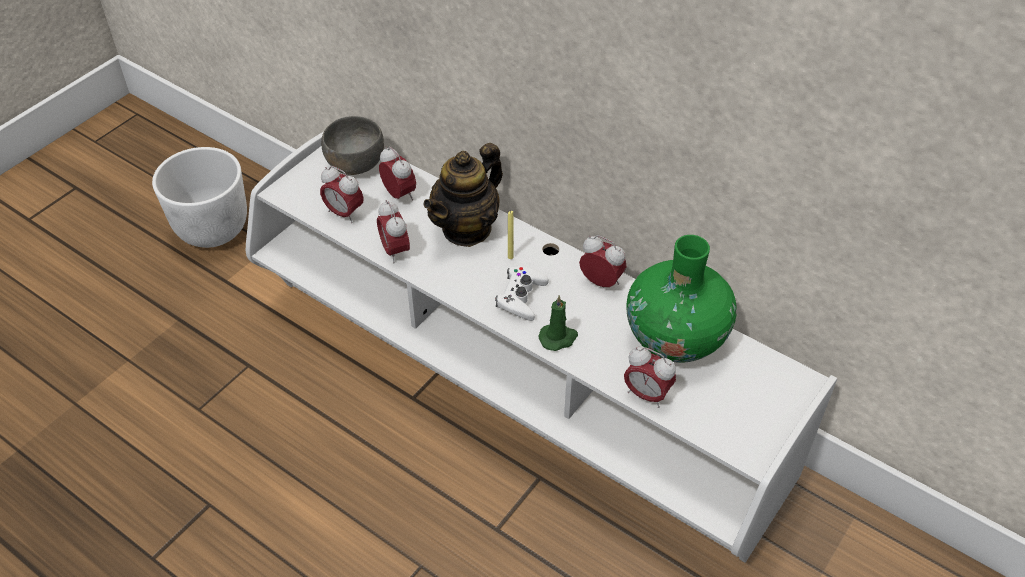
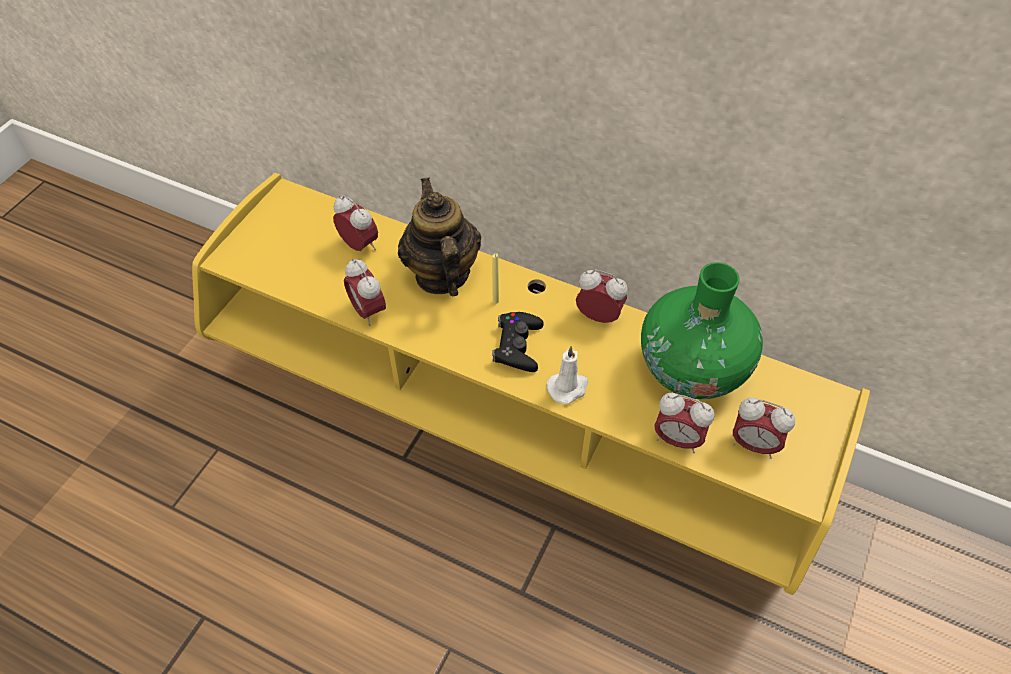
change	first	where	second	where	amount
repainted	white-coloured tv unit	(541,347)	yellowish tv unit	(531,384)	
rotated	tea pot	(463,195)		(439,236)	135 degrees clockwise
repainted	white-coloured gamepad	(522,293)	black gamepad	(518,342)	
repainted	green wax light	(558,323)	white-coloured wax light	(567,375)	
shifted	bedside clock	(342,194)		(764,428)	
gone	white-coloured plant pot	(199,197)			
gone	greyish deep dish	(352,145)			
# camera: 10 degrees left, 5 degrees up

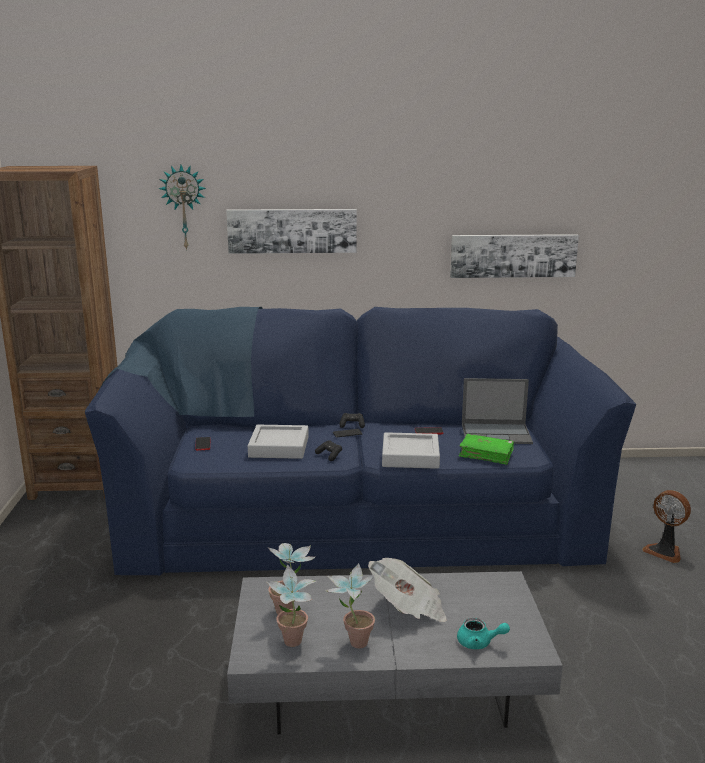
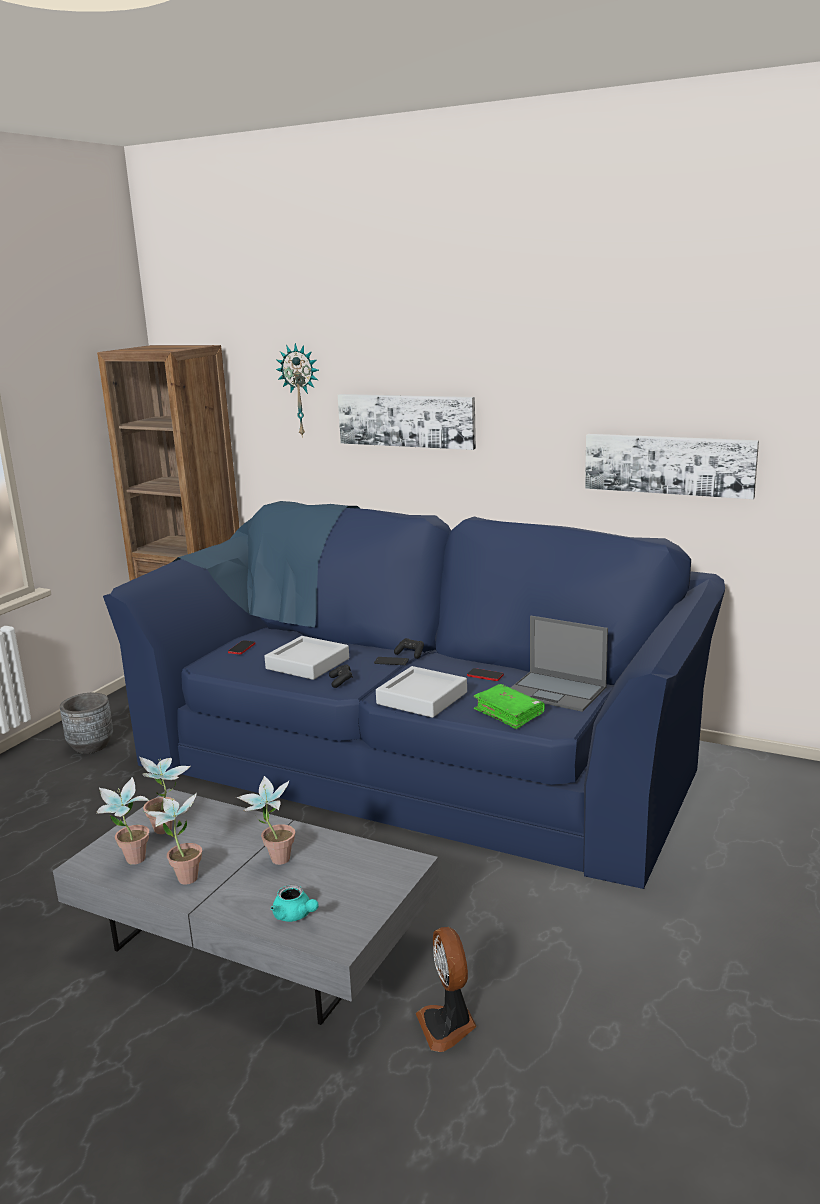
change	first	where	second	where	amount
new			greyish plant pot	(86,723)	
swapped	newspaper	(407,590)	potted plant	(265,820)	
shifted	fan	(666,526)		(446,989)	
# camera: 30 degrees right, 0 degrees up

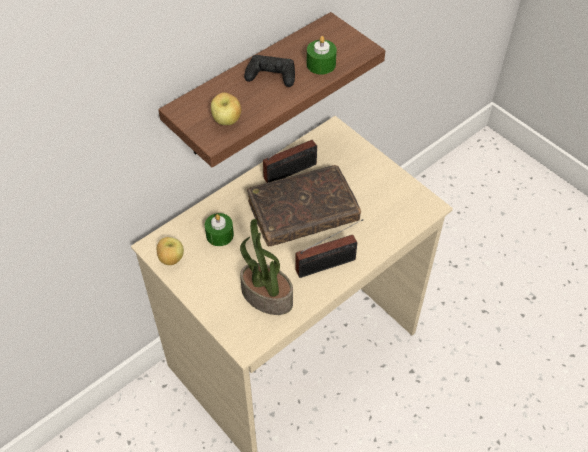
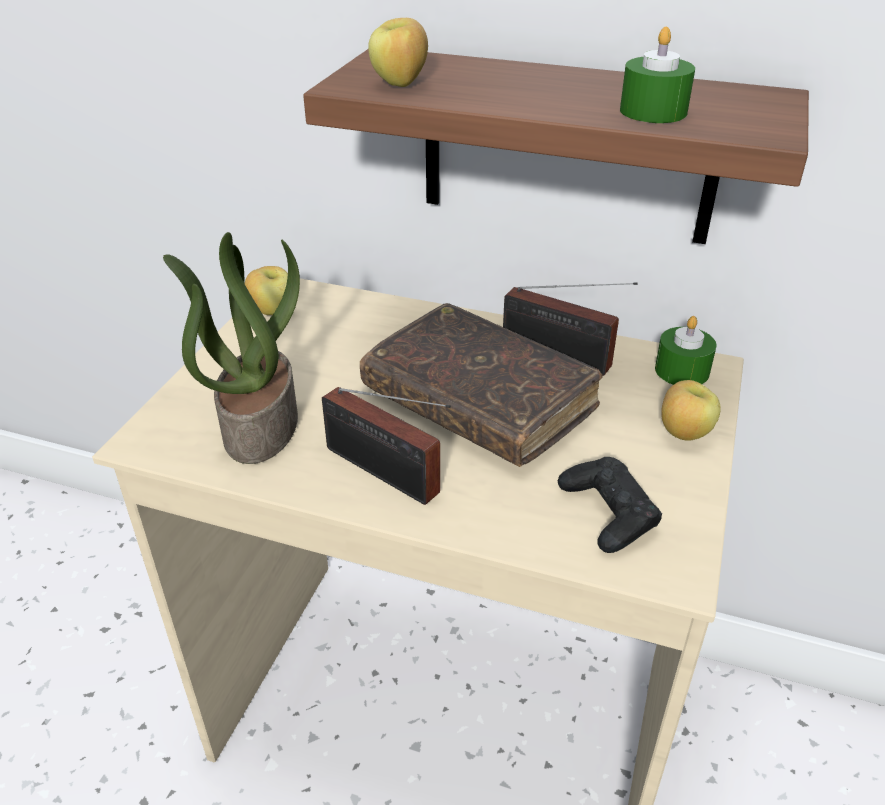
change	first	where	second	where	amount
shifted	black gamepad	(269,71)		(610,505)	
shifted	green wax light	(219,229)		(685,350)	
new			apple	(691,410)	
# camera: 60 degrees right, 15 degrees down

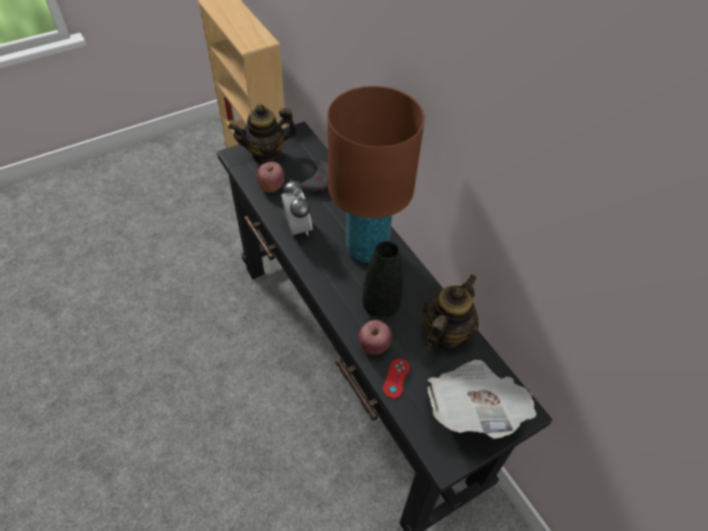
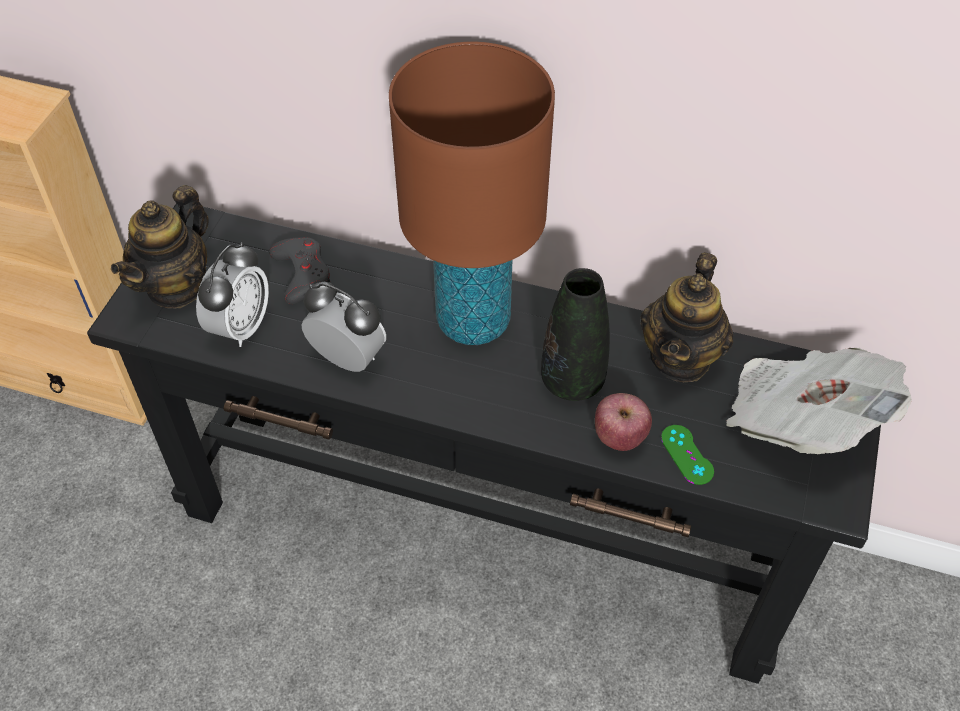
change	first	where	second	where	amount
swapped	apple	(270,177)	bedside clock	(232,294)	
rotated	tea pot	(451,313)		(686,317)	150 degrees counterclockwise
repainted	red-coloured gamepad	(396,378)	green gamepad	(687,455)	
# camera: 40 degrees left, 0 degrees up

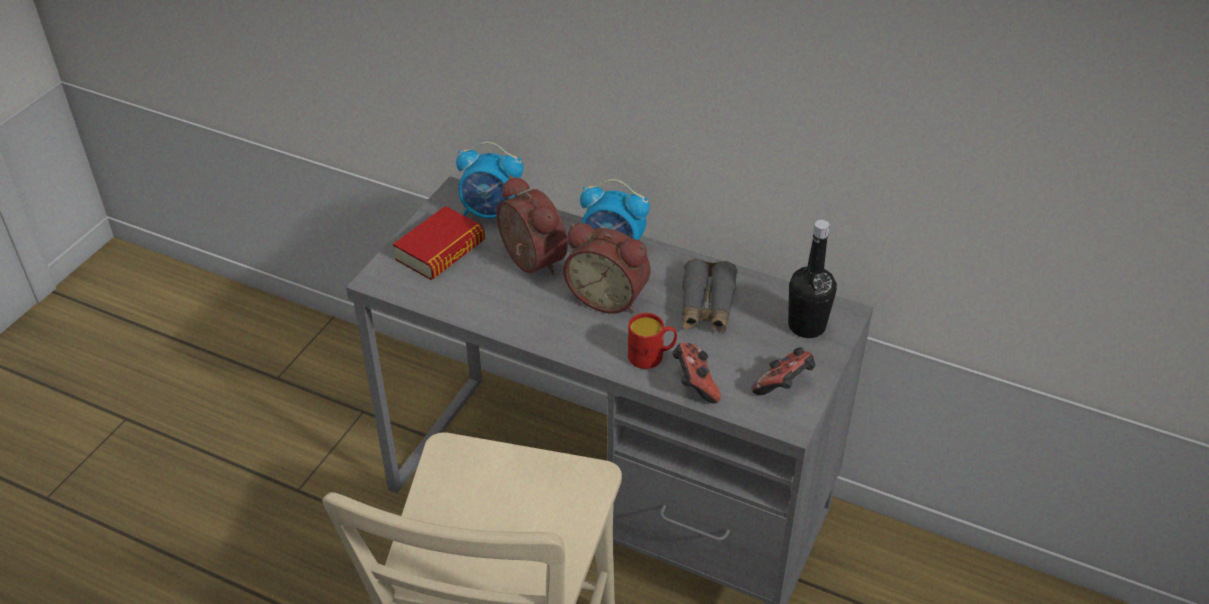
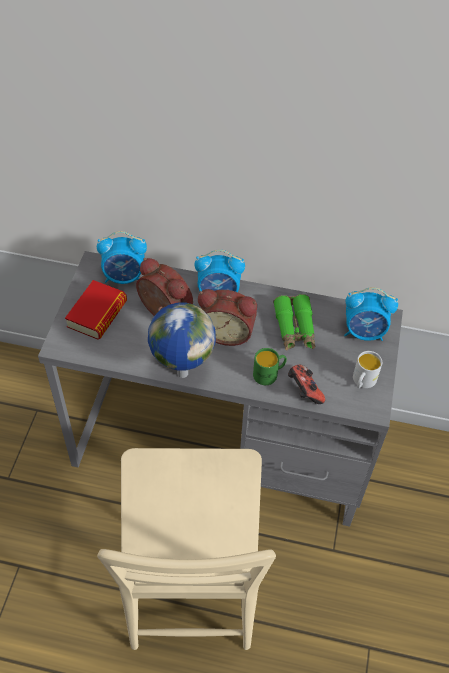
change	first	where	second	where	amount
new			world globe	(182,340)	
repainted	red-coloured coffee mug	(652,341)	green coffee mug	(270,366)	
repainted	greyish binoculars	(709,295)	green binoculars	(294,322)	
swapped	black bottle	(812,279)	bedside clock	(371,314)	
swapped	gamepad	(783,371)	white-coloured coffee mug	(367,369)	
# camera: 15 degrees left, 10 degrees up

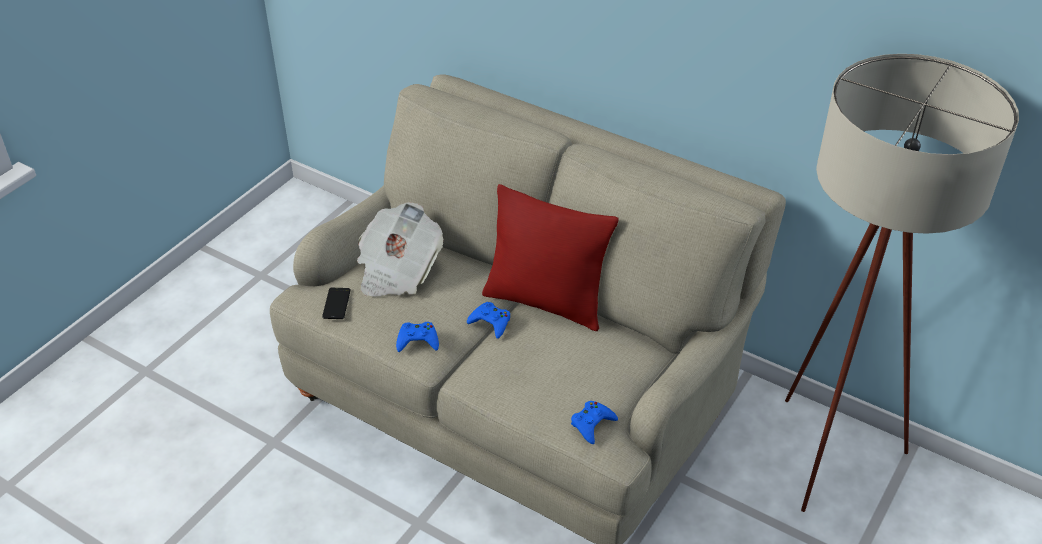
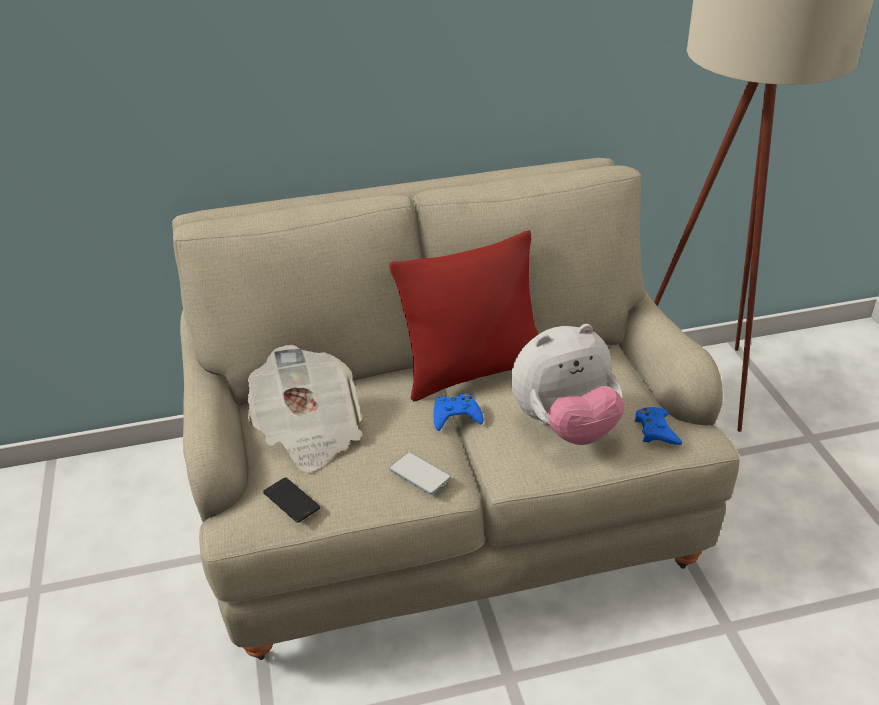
change	first	where	second	where	amount
swapped	bluish gamepad	(417,337)	handset	(420,473)	
new			soft toy	(567,384)	
# camera: 45 degrees left, 5 degrees down

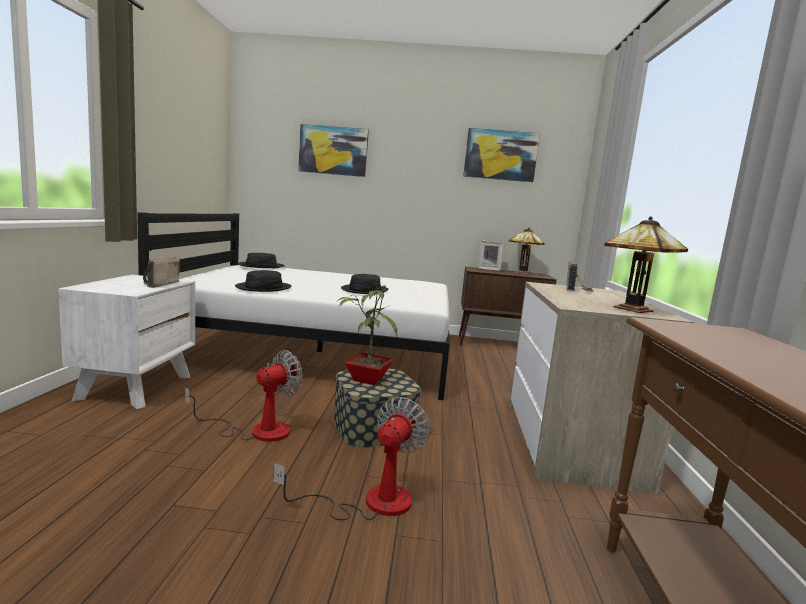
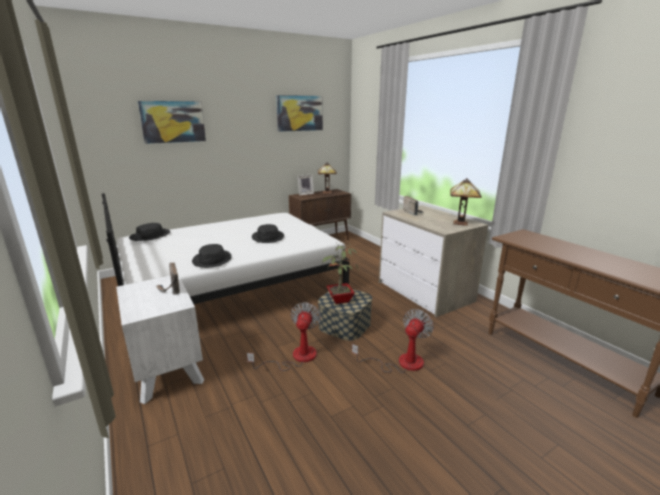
change	first	where	second	where	amount
rotated	fan	(351,458)		(393,341)	45 degrees clockwise
# camera: 35 degrees left, 10 degrees up

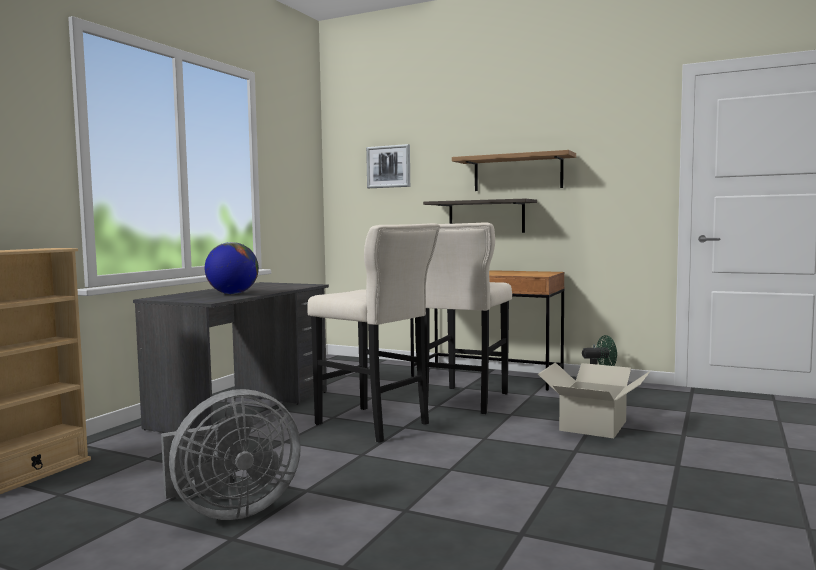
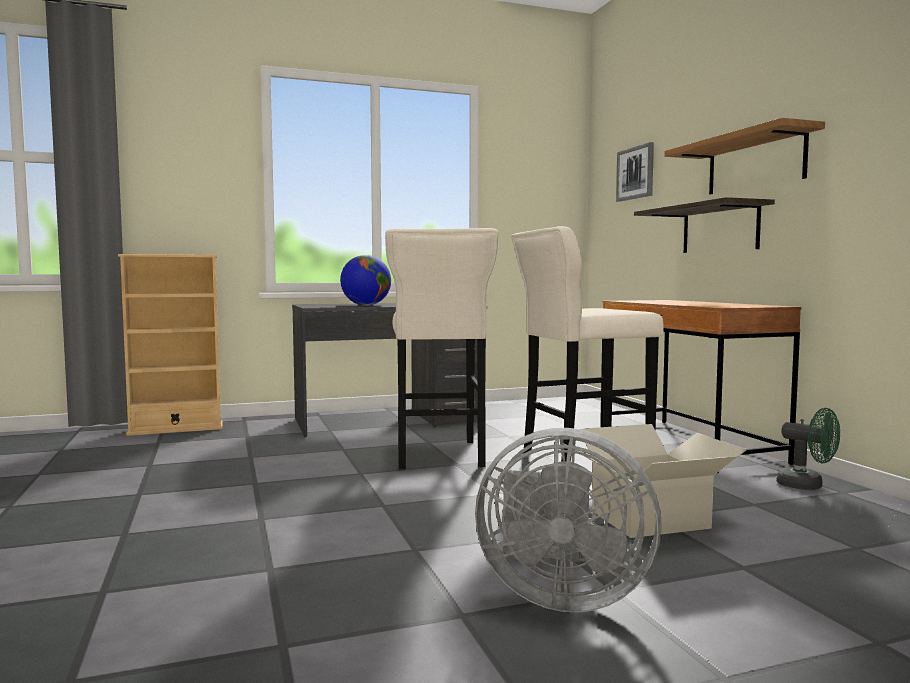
change	first	where	second	where	amount
shifted	greyish fan	(231,454)		(568,520)	
# camera: 45 degrees right, 0 degrees up

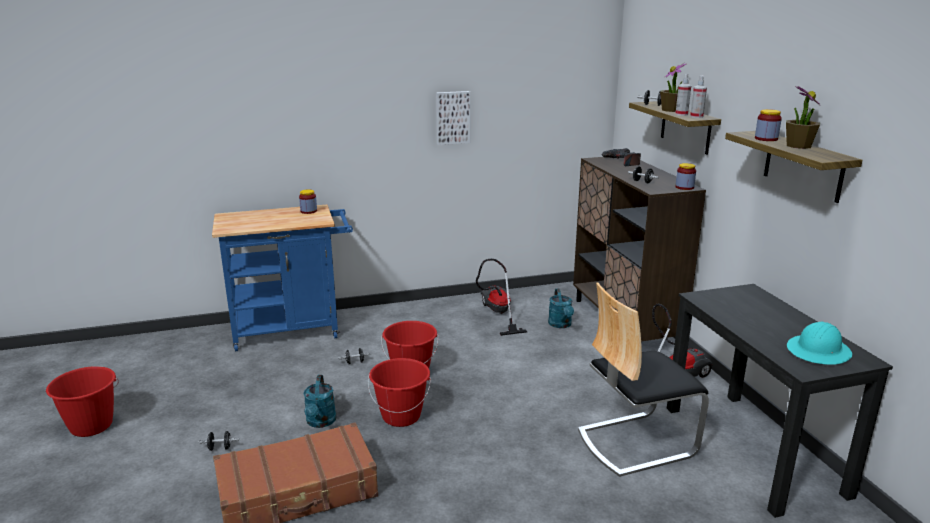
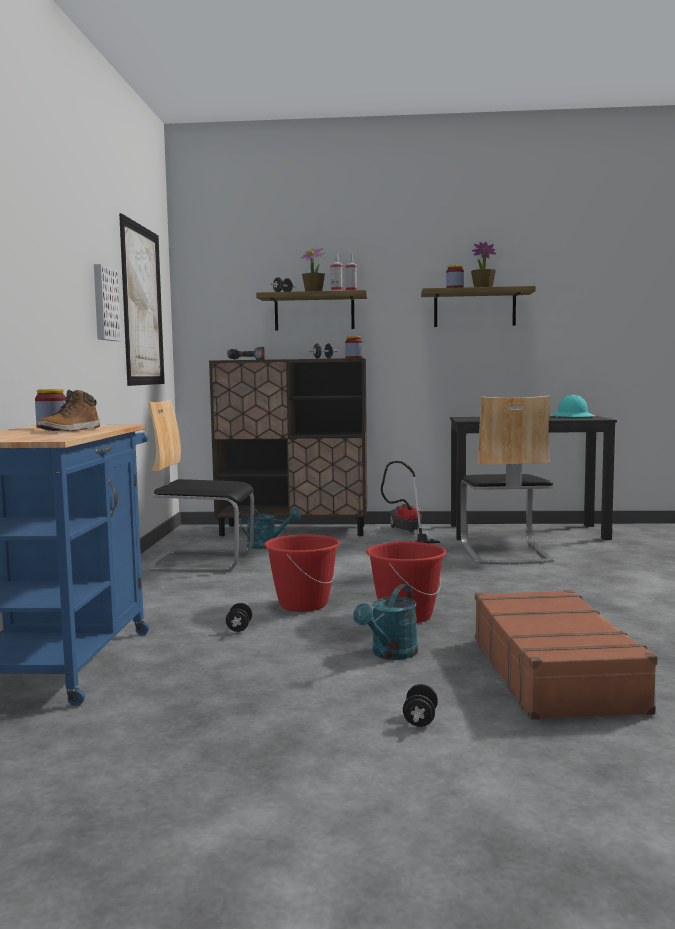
change	first	where	second	where	amount
new			boot	(69,410)	
new			wall picture	(142,299)	
swapped	vacuum	(501,297)	plain chair	(201,486)	
rotated	blue-green watering pot	(319,401)		(385,622)	105 degrees clockwise
gone	red-coloured pail	(82,401)			
# camera: 70 degrees left, 15 degrees down

